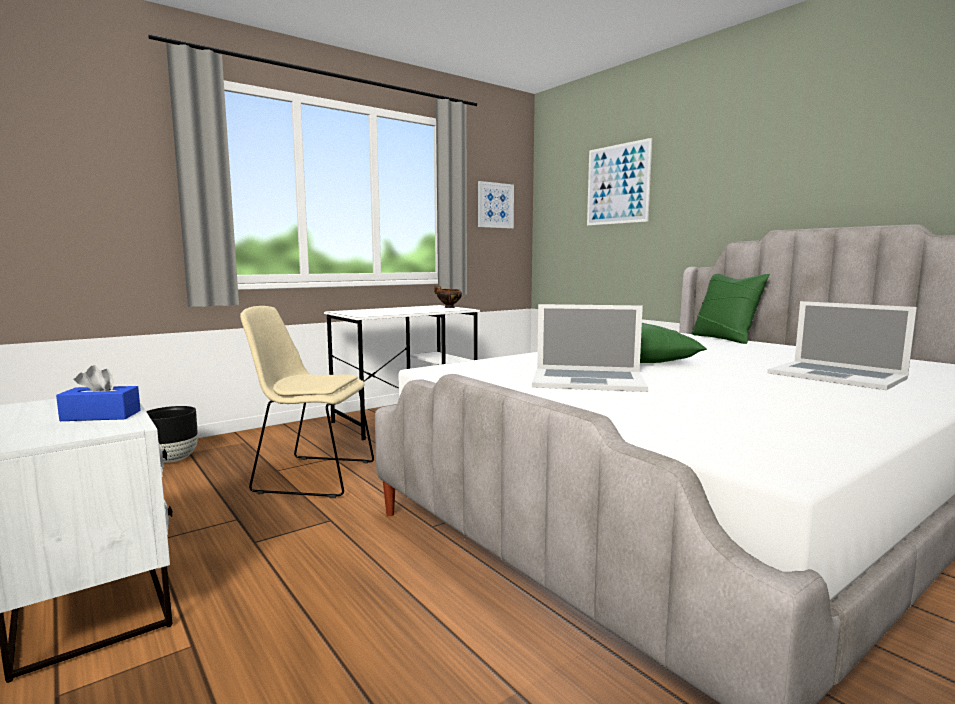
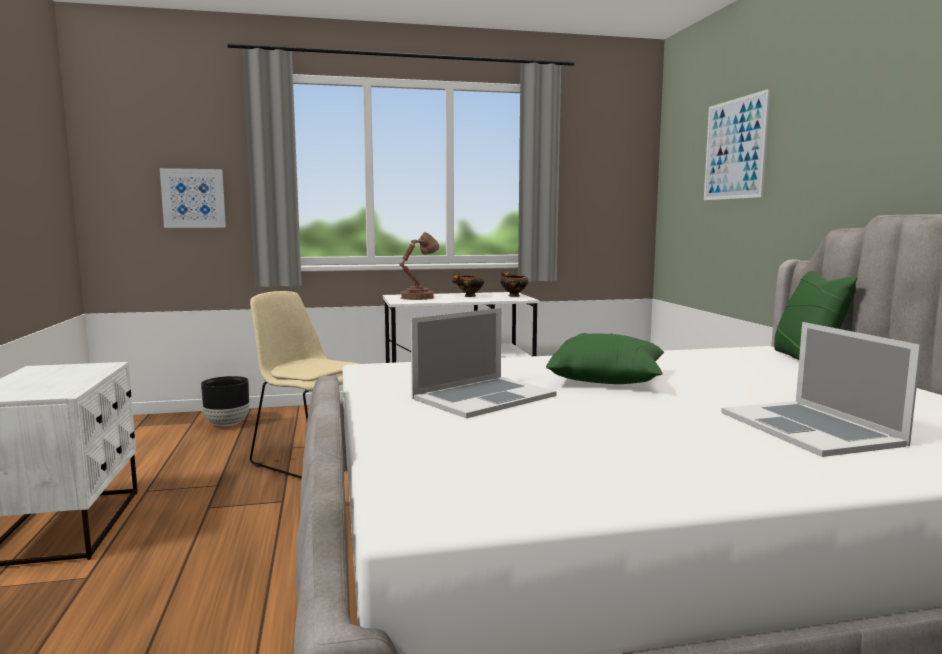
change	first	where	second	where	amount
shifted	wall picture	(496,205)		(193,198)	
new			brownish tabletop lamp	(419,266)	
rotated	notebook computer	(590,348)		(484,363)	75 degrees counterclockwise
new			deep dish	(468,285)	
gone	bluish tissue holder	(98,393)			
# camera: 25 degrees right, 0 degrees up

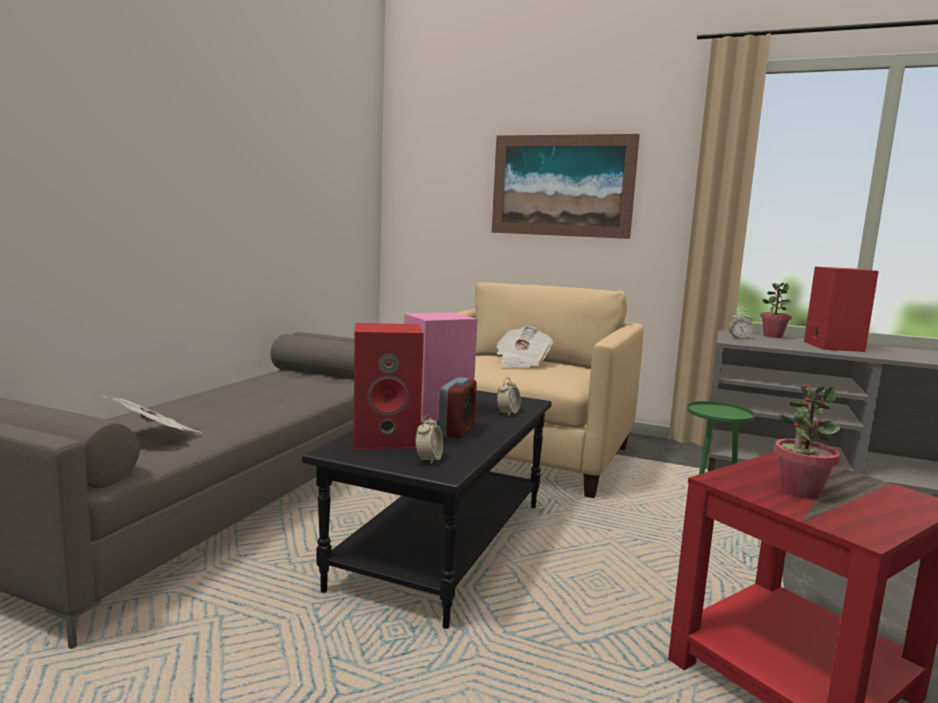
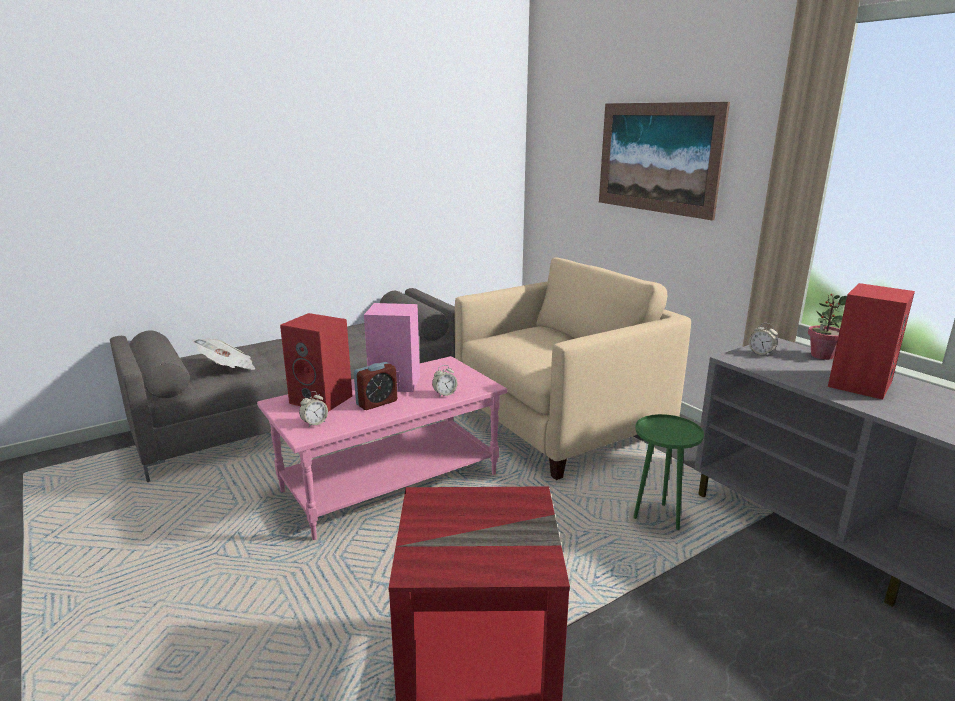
change	first	where	second	where	amount
repainted	black lounge table	(427,509)	pinkish lounge table	(382,448)	
gone	newspaper	(524,347)			
gone	potted plant	(807,441)			
# camera: 35 degrees right, 10 degrees up

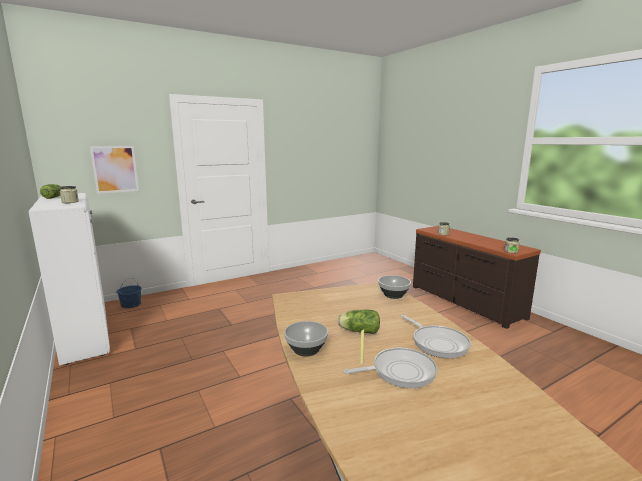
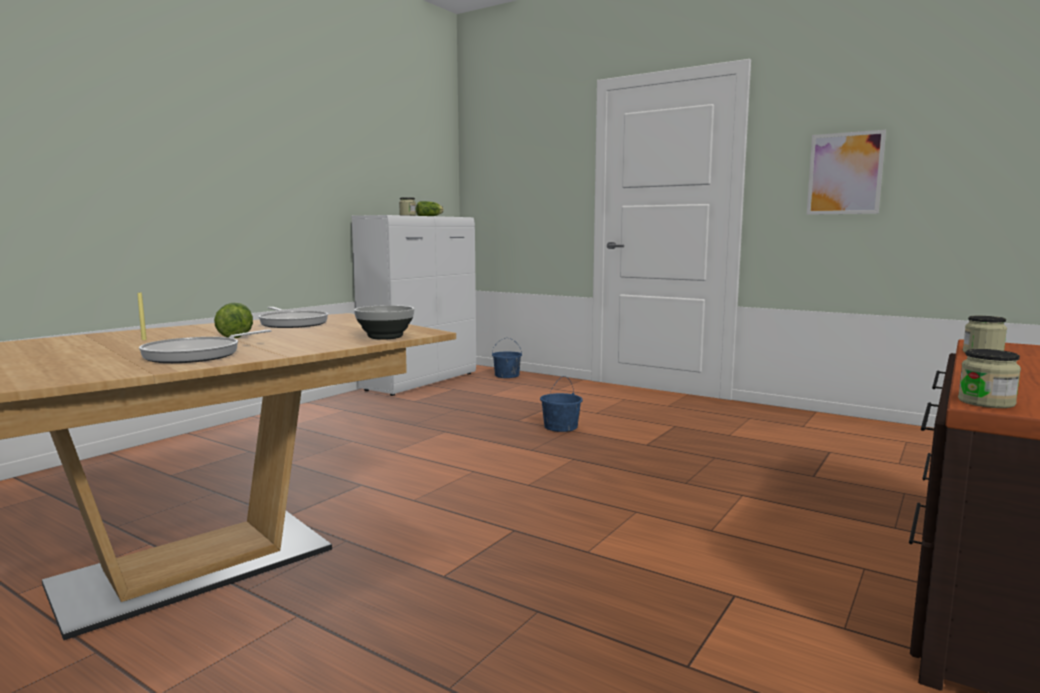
change	first	where	second	where	amount
shifted	frying pan	(390,368)		(293,317)	
new			bluish pail	(561,404)	
shifted	wall picture	(114,170)		(846,172)	
gone	deep dish	(306,338)			
# camera: 65 degrees right, 5 degrees down

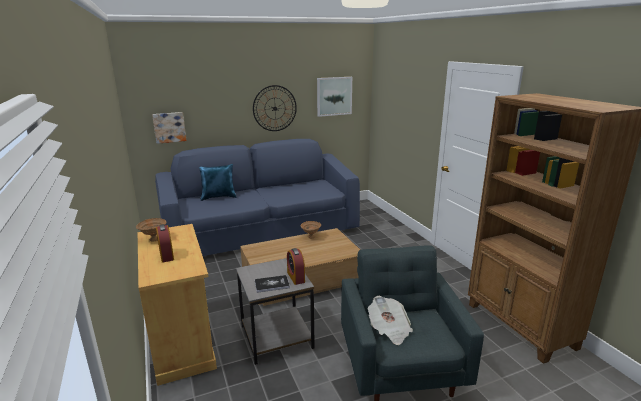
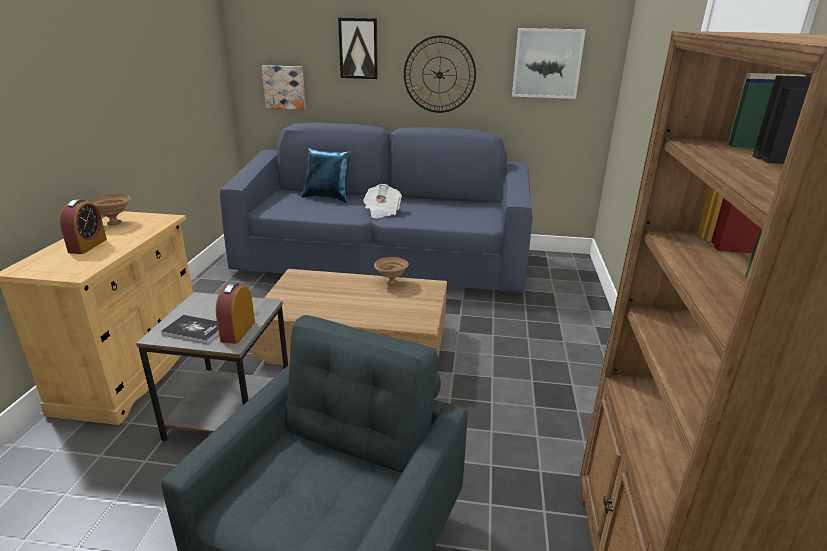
change	first	where	second	where	amount
new			wall picture	(358,48)	
shifted	newspaper	(390,320)		(382,201)	
# camera: 30 degrees right, 5 degrees up

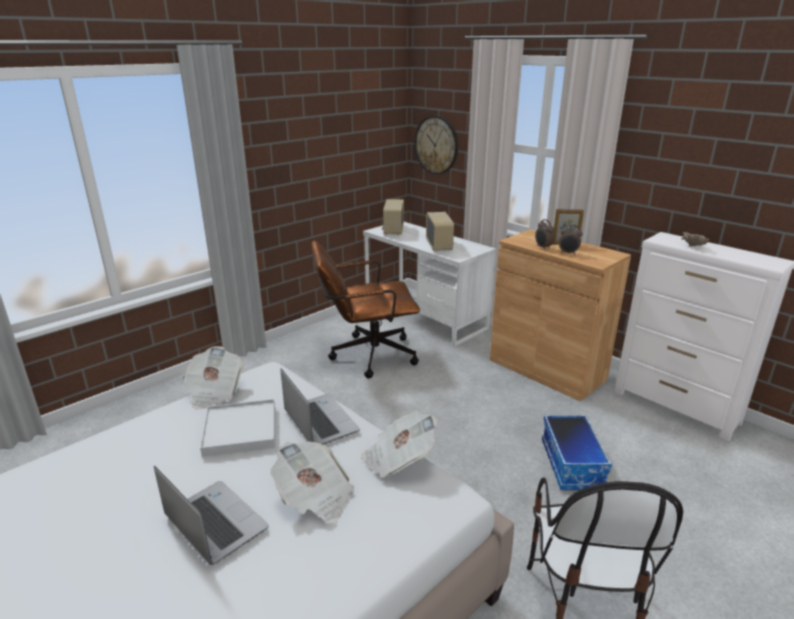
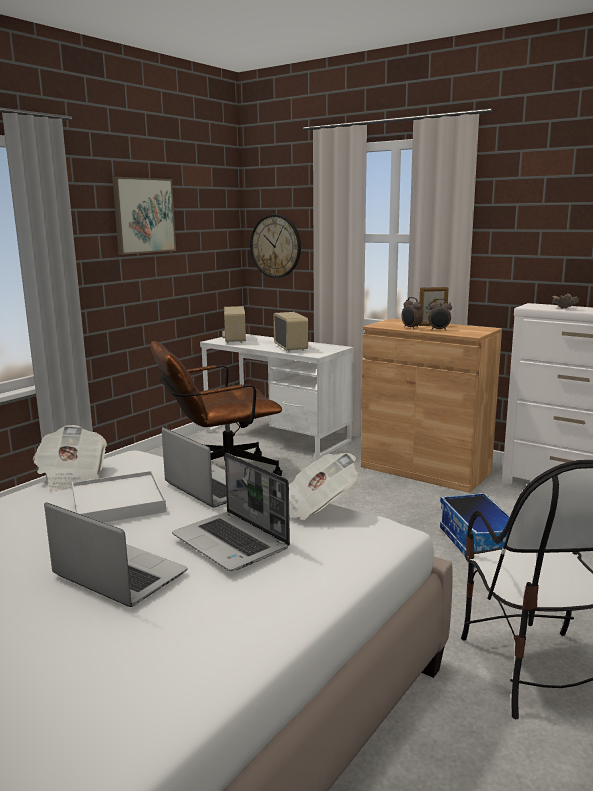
change	first	where	second	where	amount
new			wall picture	(144,216)	
swapped	newspaper	(313,483)	notebook computer	(231,512)	
# camera: 10 degrees left, 10 degrees down

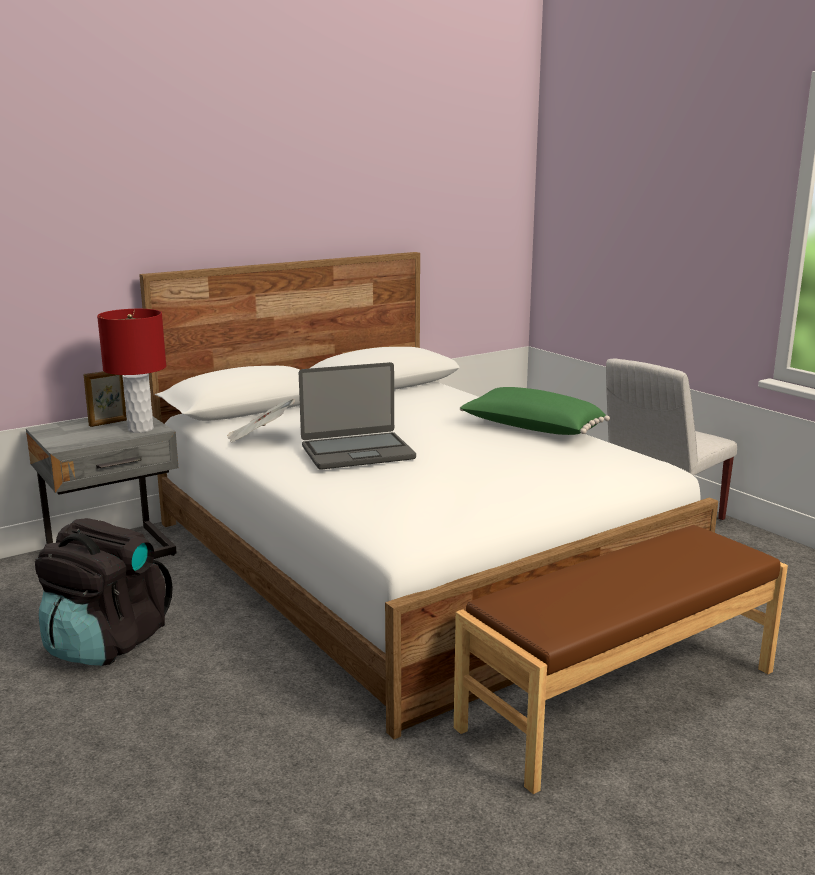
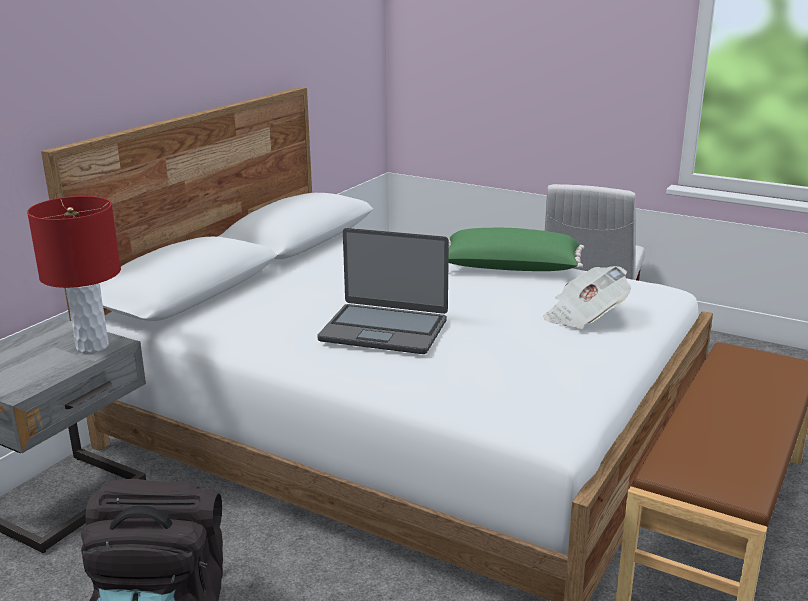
change	first	where	second	where	amount
rotated	notebook computer	(357,416)		(383,291)	60 degrees clockwise
shifted	newspaper	(261,421)		(587,297)	
gone	picture frame	(105,399)			
# camera: 25 degrees left, 5 degrees up

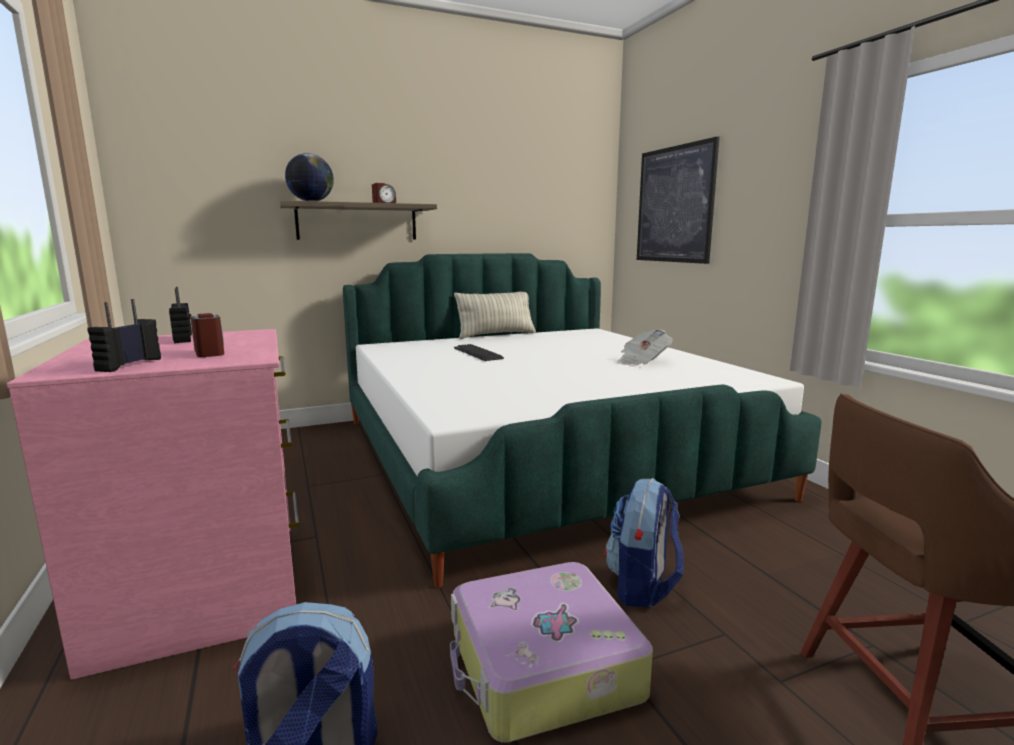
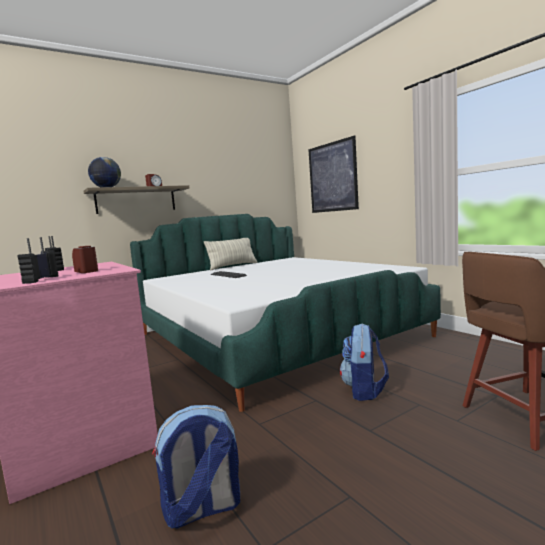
change	first	where	second	where	amount
gone	suitcase	(551,652)			
gone	newspaper	(645,347)			
# camera: 10 degrees left, 5 degrees down

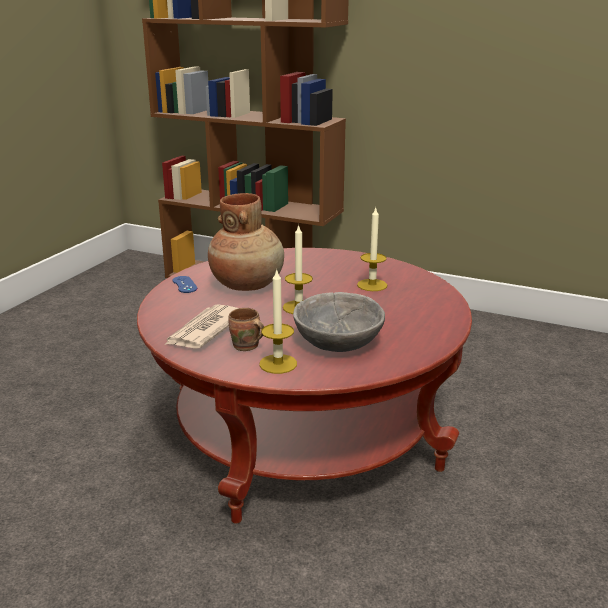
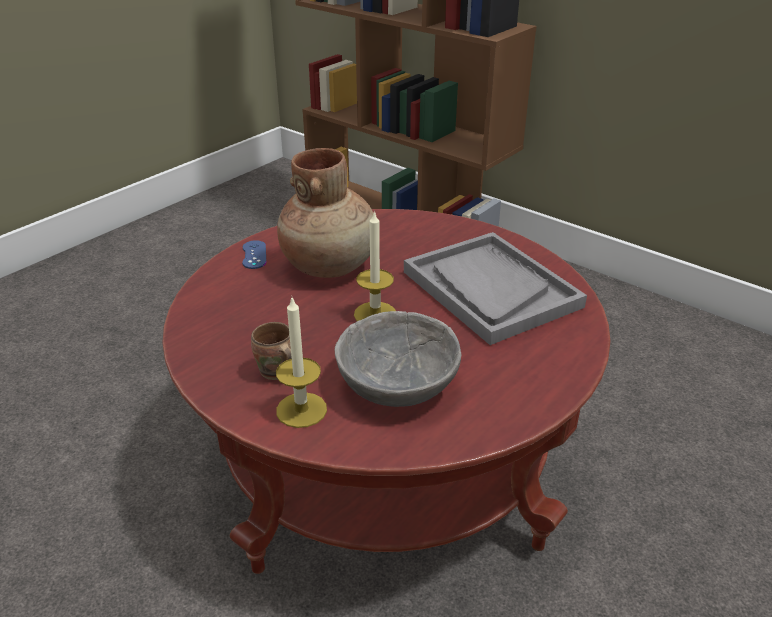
change	first	where	second	where	amount
swapped	wax light	(372,248)	greyish tray	(495,288)	
gone	newspaper	(201,326)			
# camera: 15 degrees right, 10 degrees up

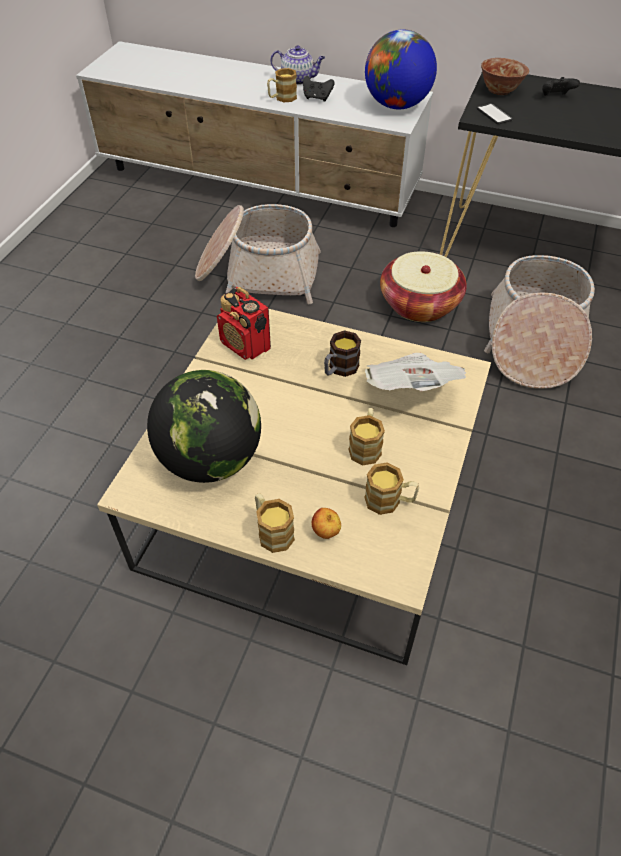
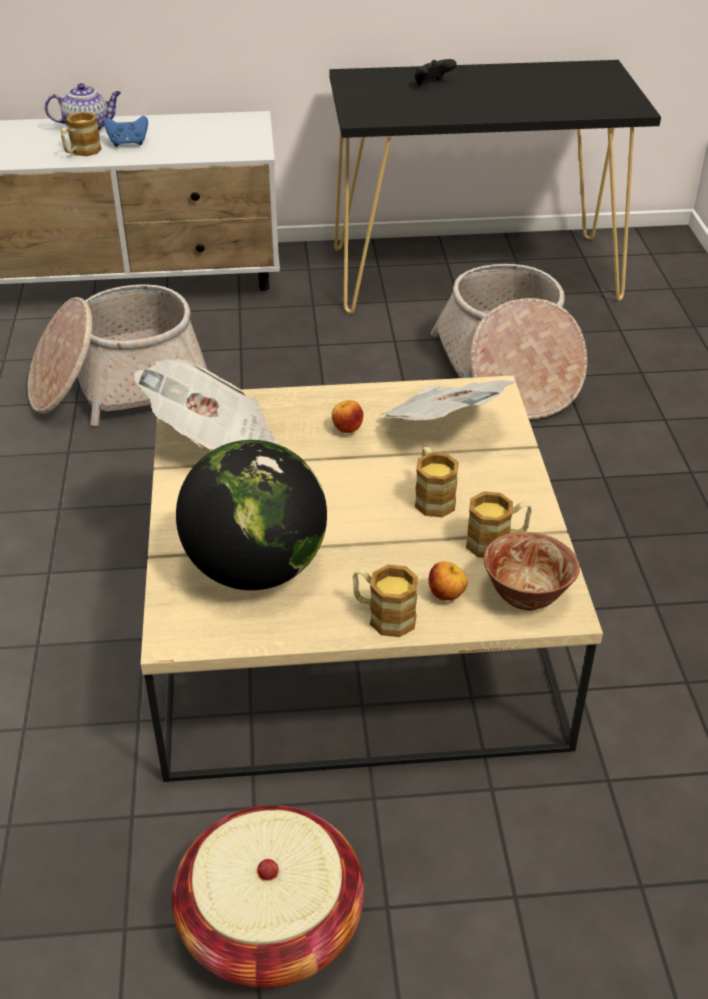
change	first	where	second	where	amount
repainted	black gamepad	(319,88)	bluish gamepad	(126,131)	
swapped	radio receiver	(244,323)	newspaper	(206,404)	
shifted	basket	(423,286)		(268,896)	
swapped	coffee mug	(342,353)	apple	(347,416)	
shifted	deep dish	(505,76)		(532,571)	
gone	world globe	(401,69)			
gone	handset	(494,113)			
# camera: 25 degrees left, 10 degrees down

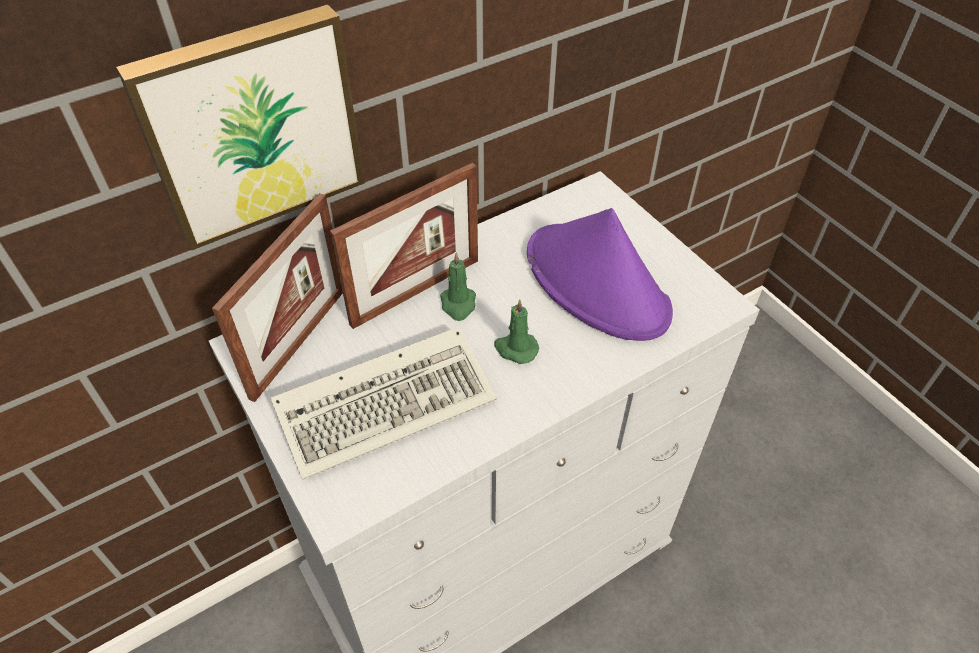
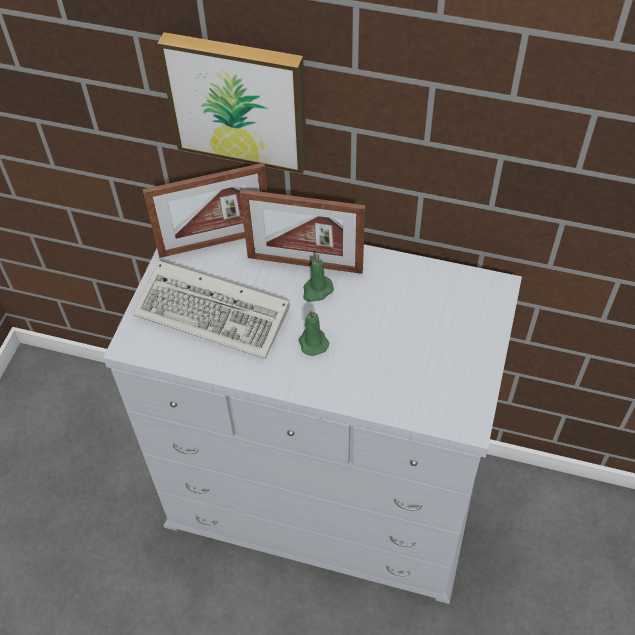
change	first	where	second	where	amount
gone	purple clothing hat	(600,274)			
# camera: 50 degrees right, 5 degrees up

